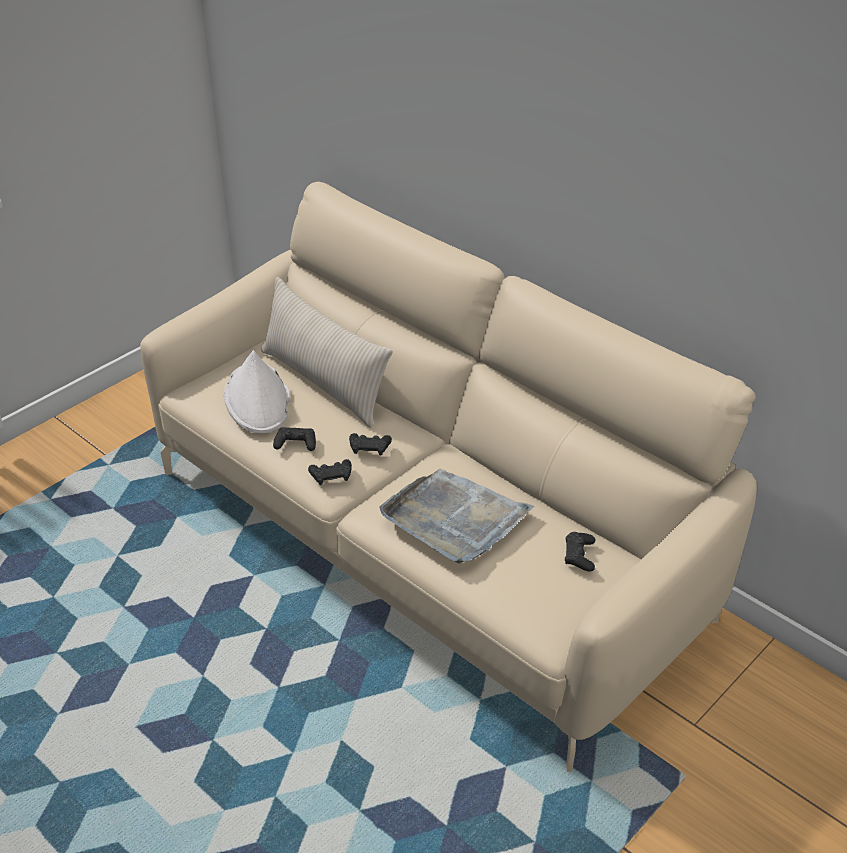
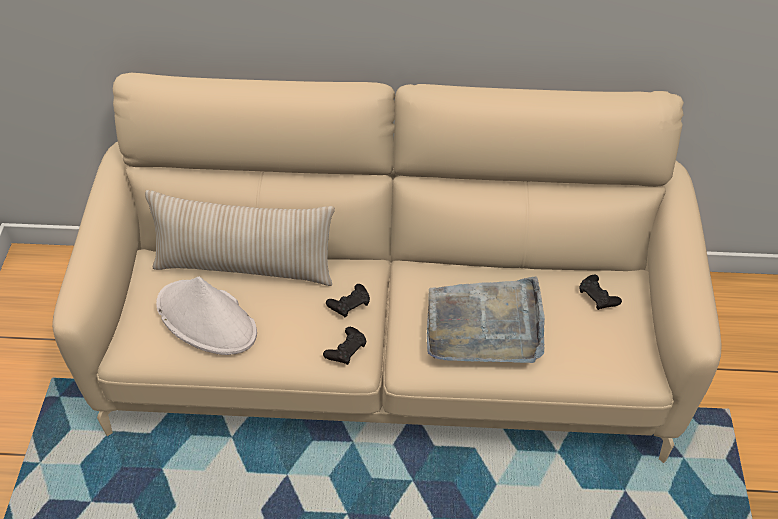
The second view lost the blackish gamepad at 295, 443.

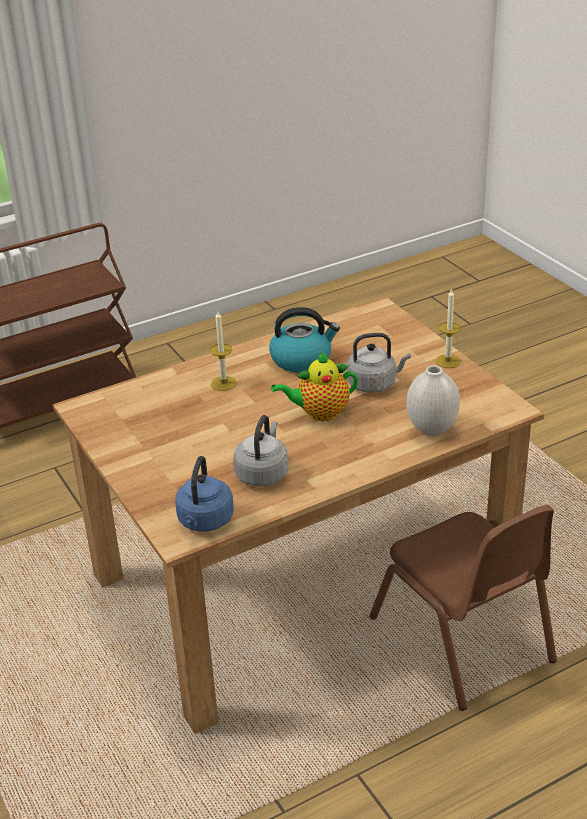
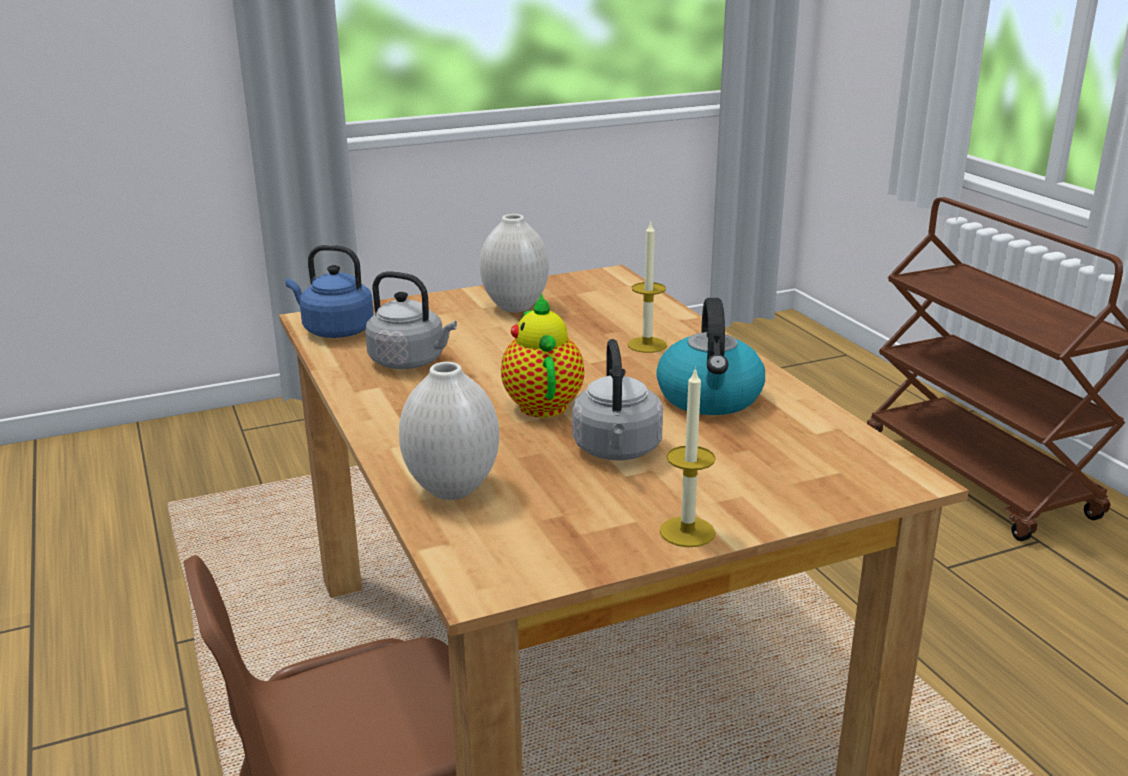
The second view gained the whitish vase at 516, 307.

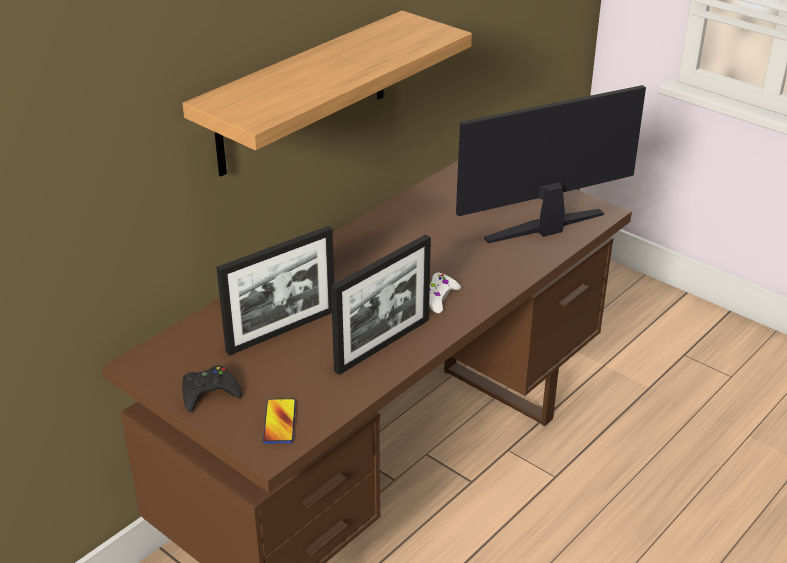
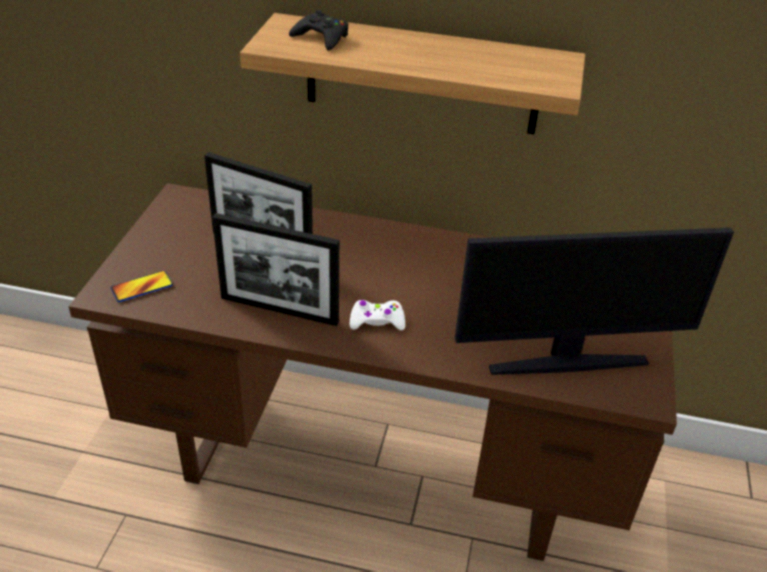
The computer display at 547, 229 ended up facing another way, 135 degrees clockwise from before.
The blackish gamepad ended up elsewhere, having gone from 209, 393 to 321, 37.

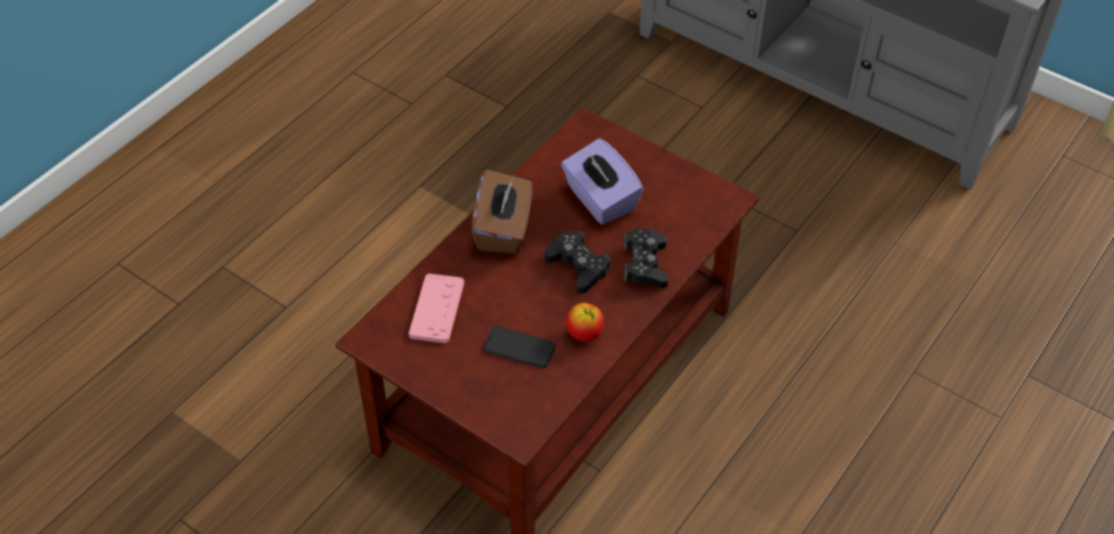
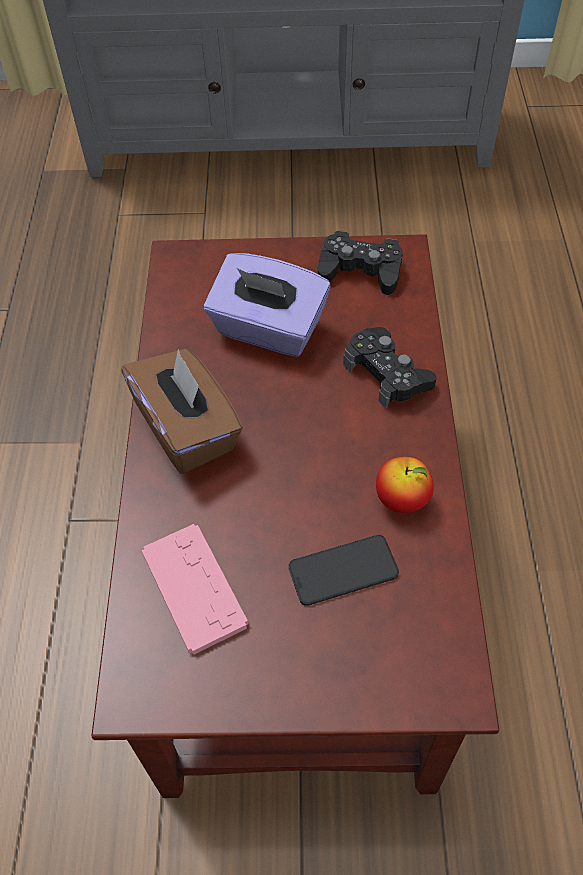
The blackish gamepad ended up elsewhere, having gone from 578, 267 to 360, 270.

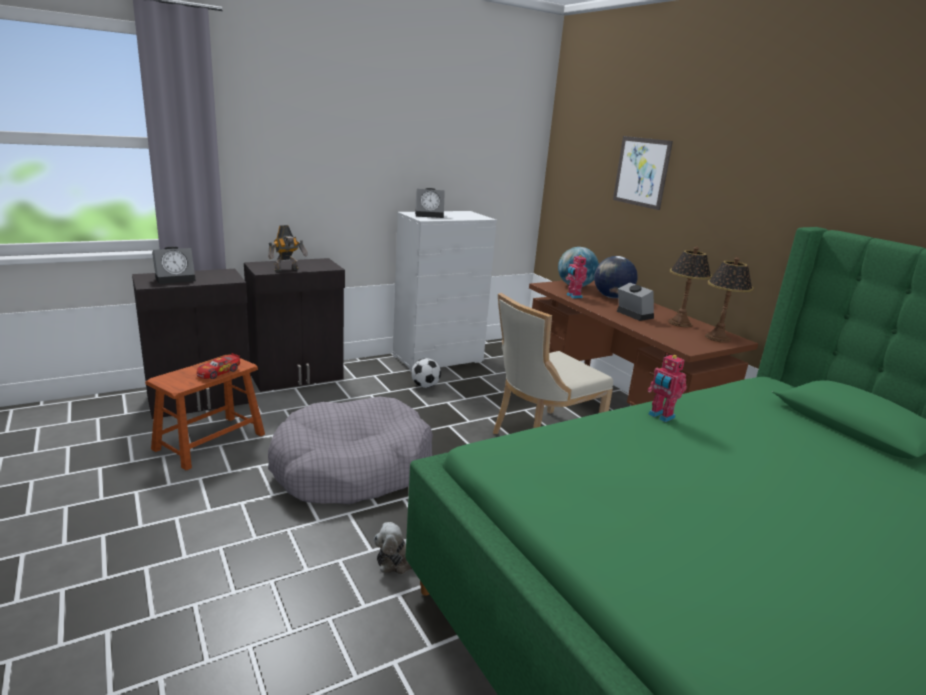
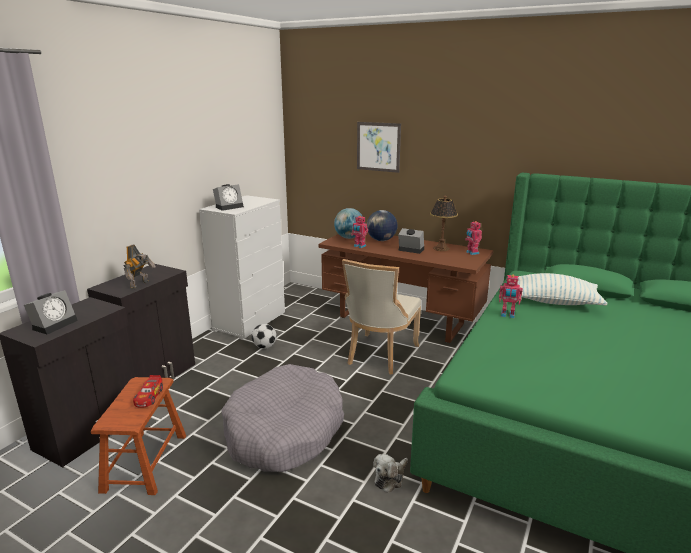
Where the lamp for a table stood at 717, 338, the model robot came to stand at 471, 253.
The second view gained the throw pillow at 553, 302.

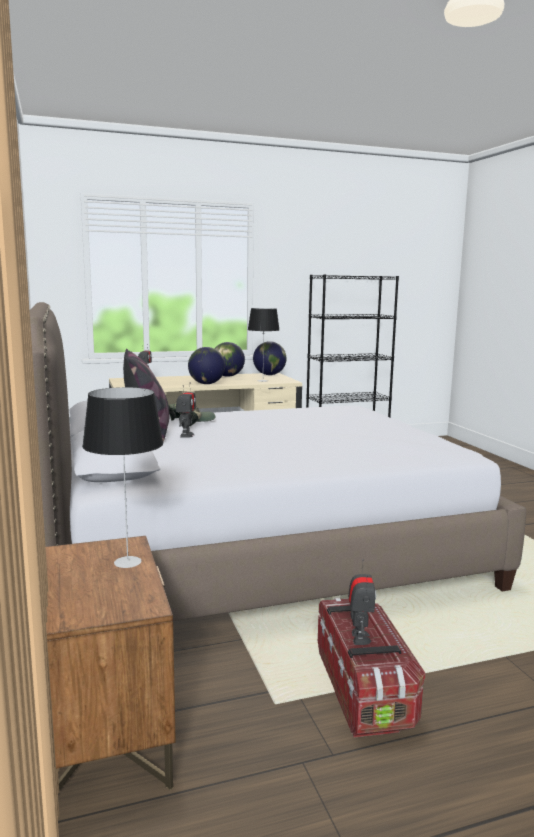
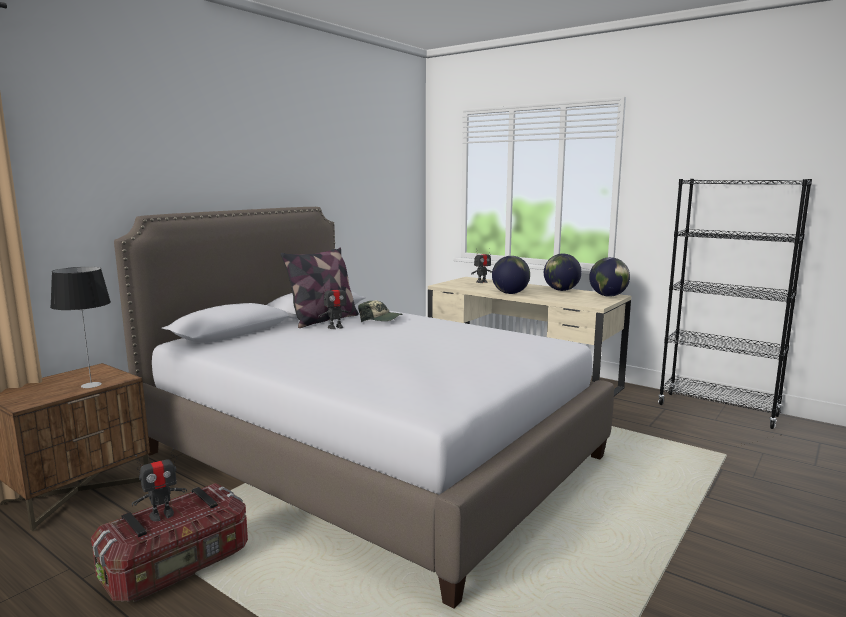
The second view lost the lamp for a table at 262, 380.

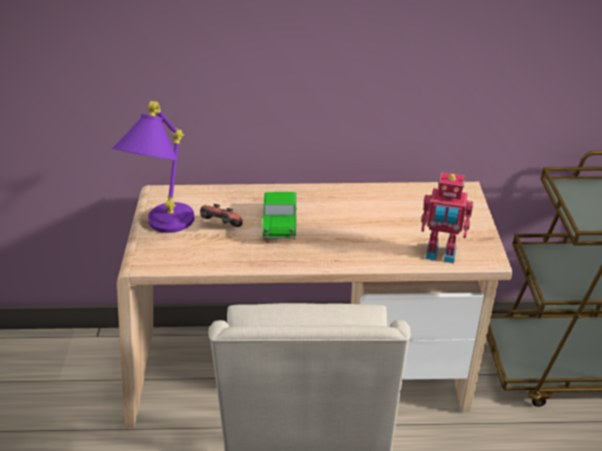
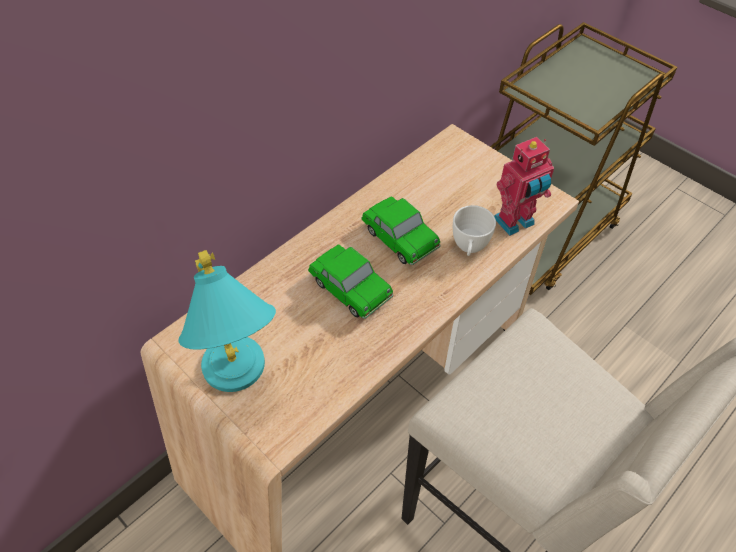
What was the purple lamp for a table at 162, 229 turned into the turquoise-coloured lamp for a table at 240, 384.
The second view lost the gamepad at 220, 226.
The second view gained the model car at 399, 239.
The second view gained the whitish cup at 469, 248.

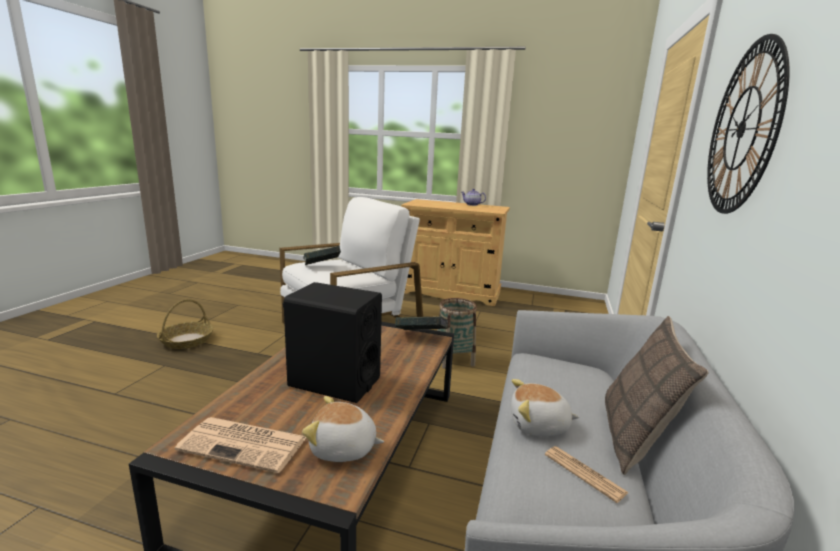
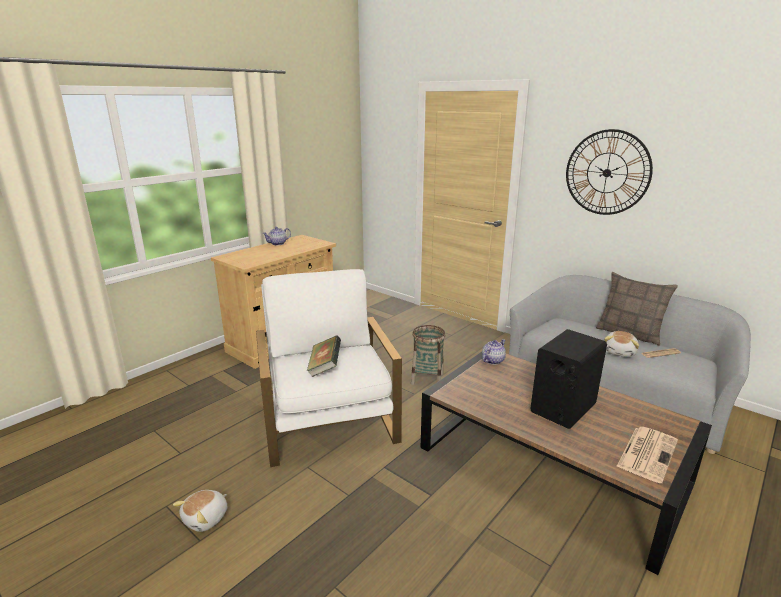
The second view lost the storage basket at 187, 340.
Where the book stood at 421, 337, the tea pot came to stand at 492, 360.
The plush toy ended up elsewhere, having gone from 343, 449 to 206, 518.

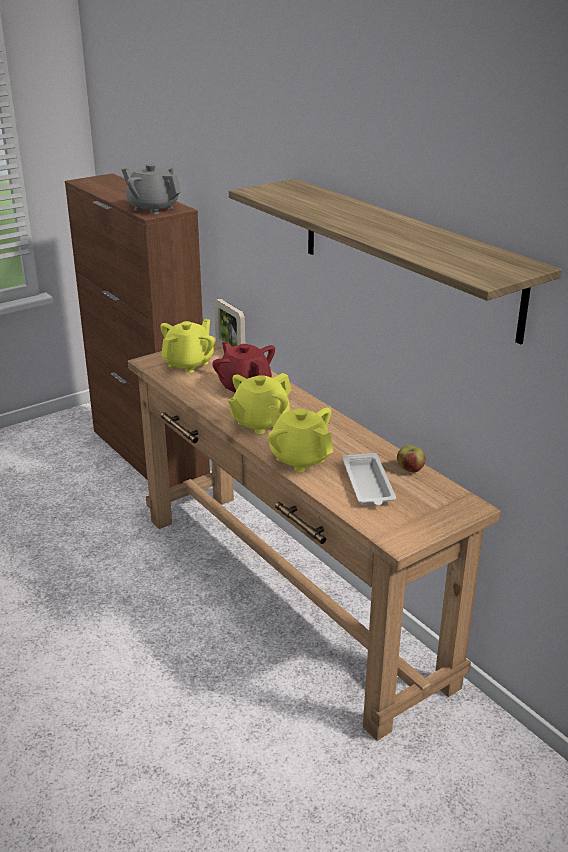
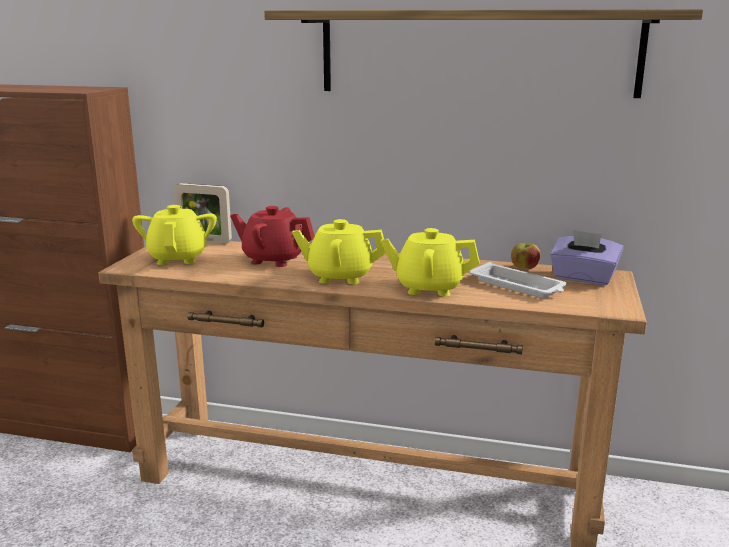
The second view lost the grey tea pot at 153, 208.
The yellowish tea pot at 259, 423 ended up facing another way, 90 degrees clockwise from before.
The second view gained the purple box of tissues at 583, 278.

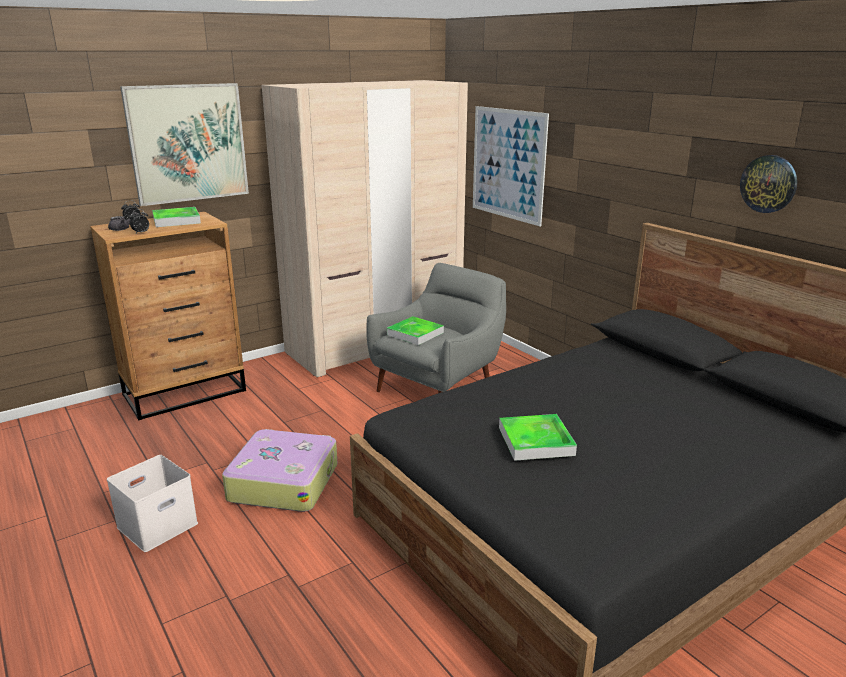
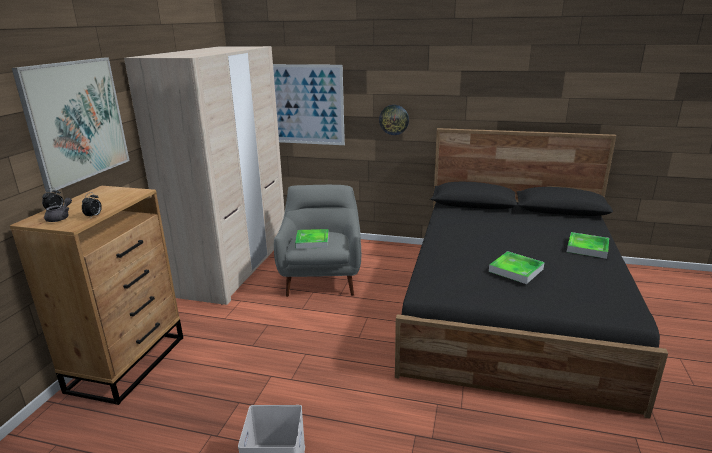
The hanging clock ended up elsewhere, having gone from 768, 184 to 394, 119.
The serving tray ended up elsewhere, having gone from 176, 220 to 587, 248.
The second view lost the piece of luggage at 283, 482.

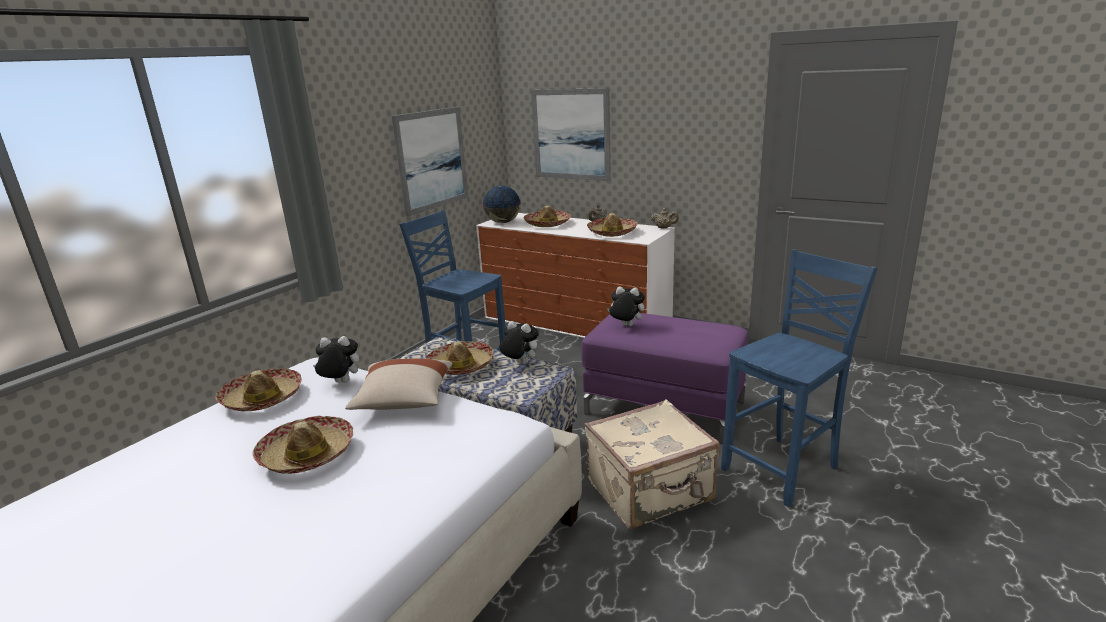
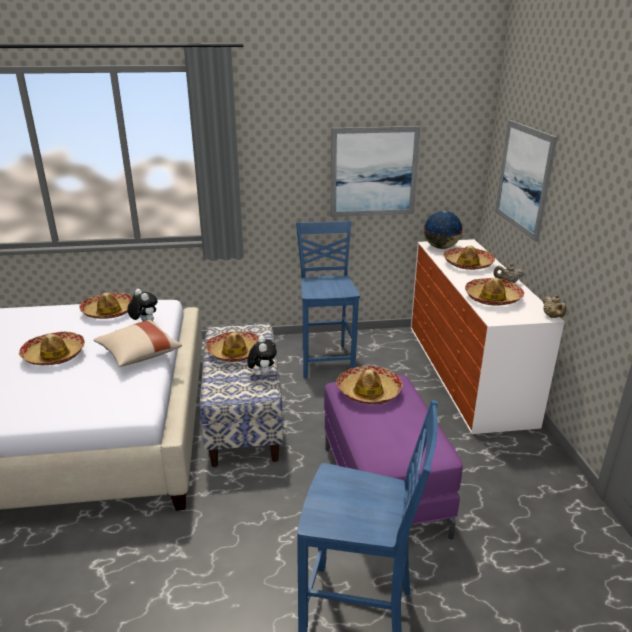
Where the plush toy stood at 626, 326, the clothing hat came to stand at 369, 392.
The second view lost the sand-coloured piece of luggage at 651, 492.

